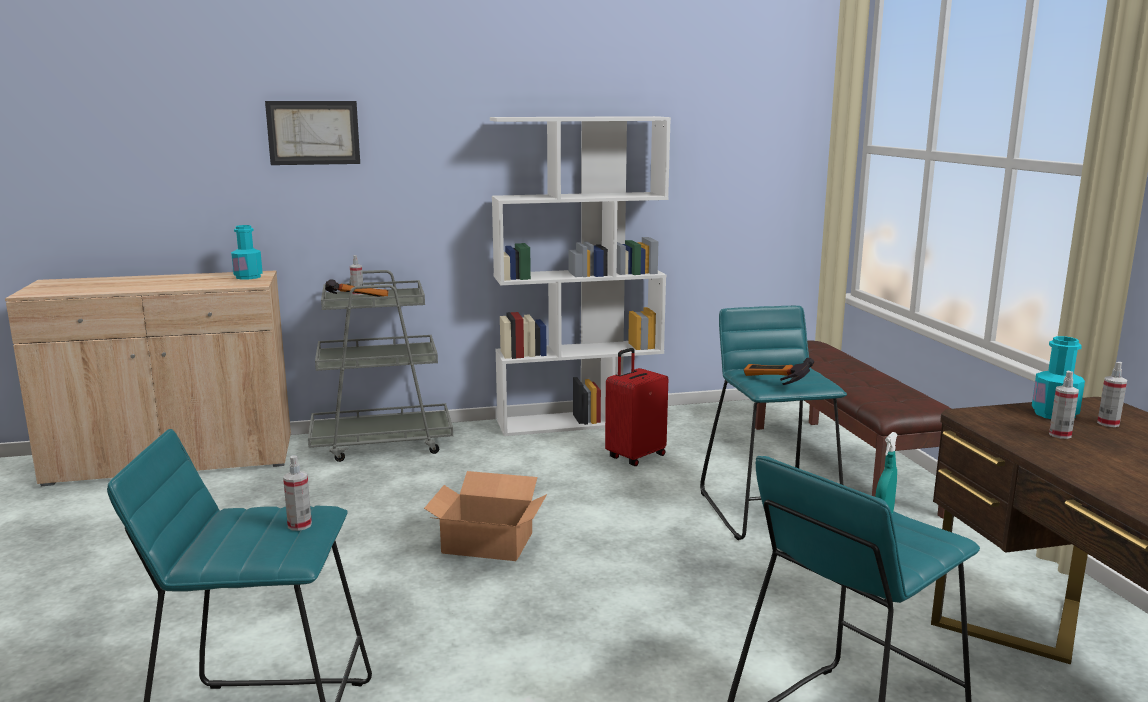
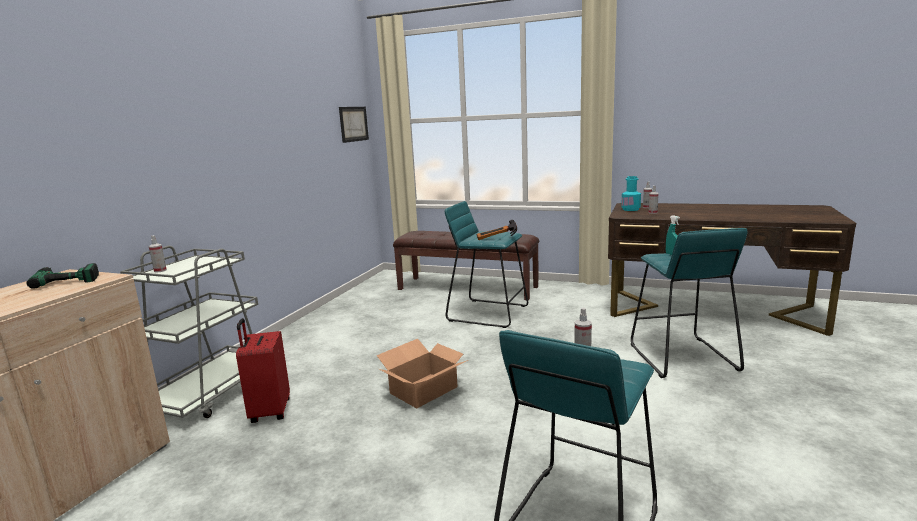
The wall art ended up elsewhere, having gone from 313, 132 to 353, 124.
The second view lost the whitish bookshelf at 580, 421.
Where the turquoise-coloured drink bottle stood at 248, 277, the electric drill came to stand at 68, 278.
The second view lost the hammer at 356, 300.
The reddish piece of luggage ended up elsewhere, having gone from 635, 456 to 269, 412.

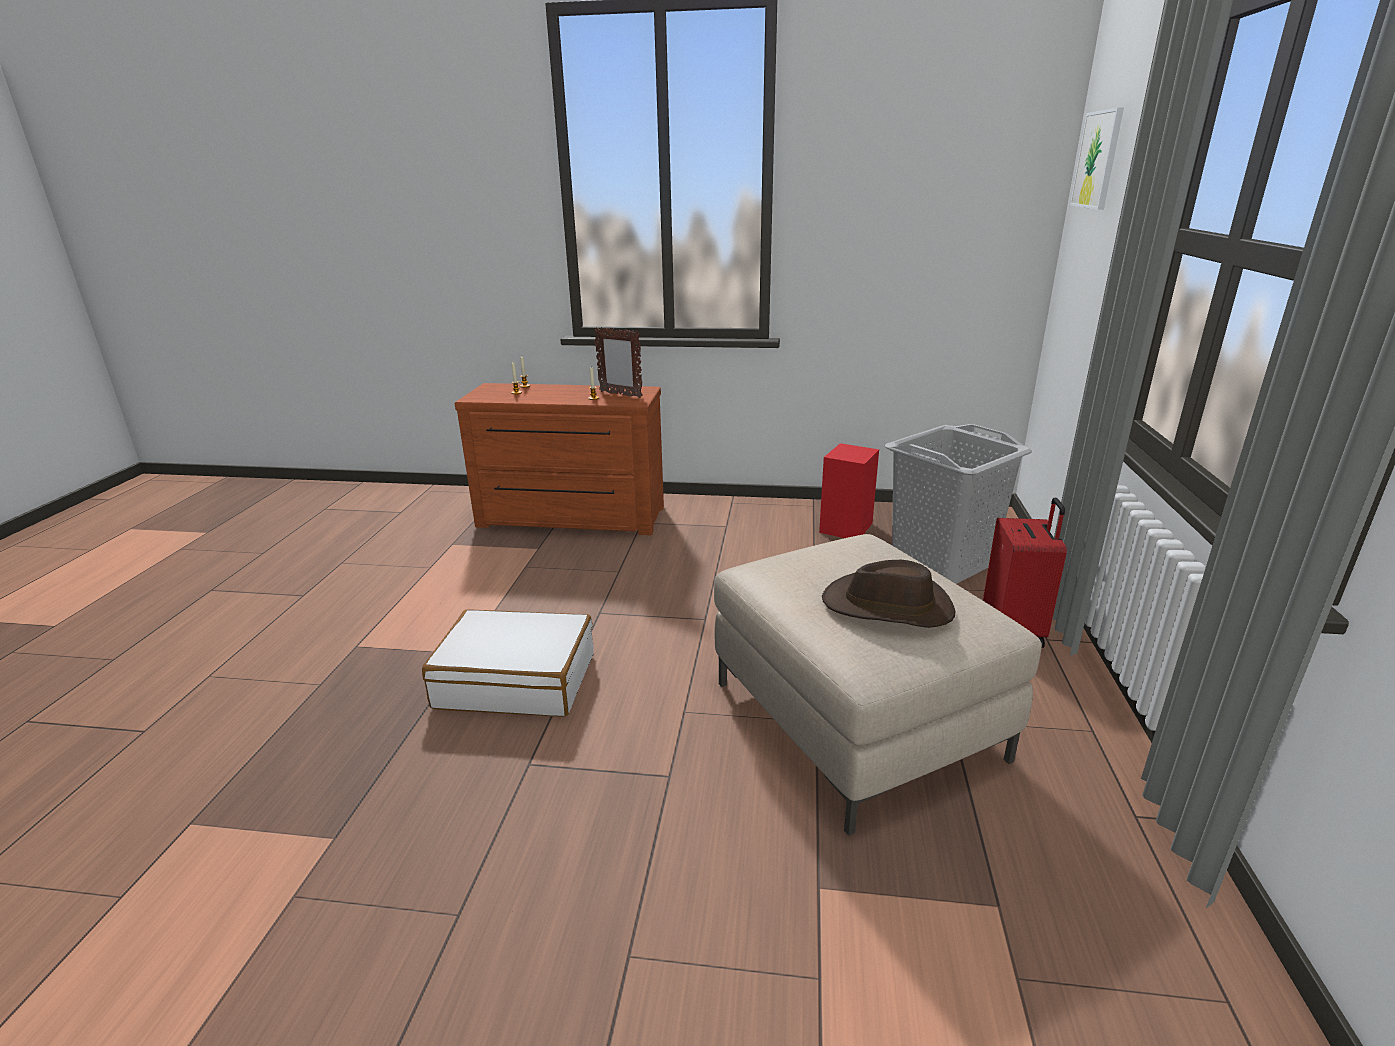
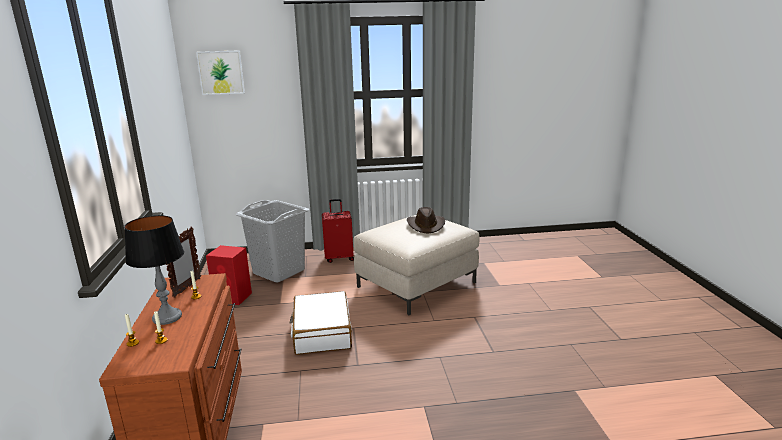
The whitish piece of luggage ended up elsewhere, having gone from 516, 680 to 321, 332.
The second view gained the lamp for a table at 167, 317.

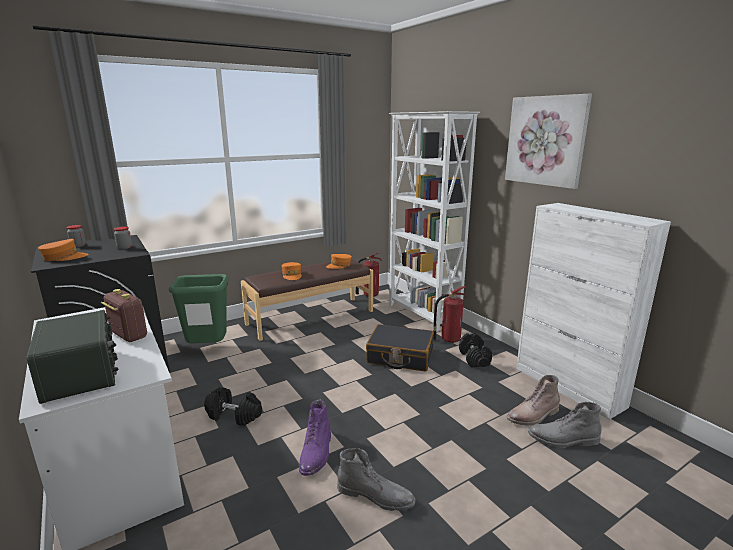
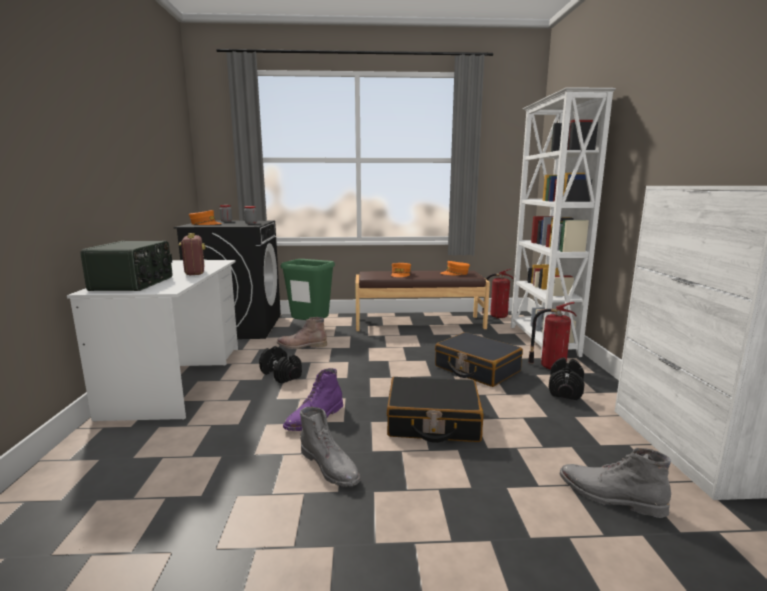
The second view lost the wall art at 546, 141.
The brown high-top boot ended up elsewhere, having gone from 533, 416 to 301, 346.
The second view gained the blackish piece of luggage at 433, 422.

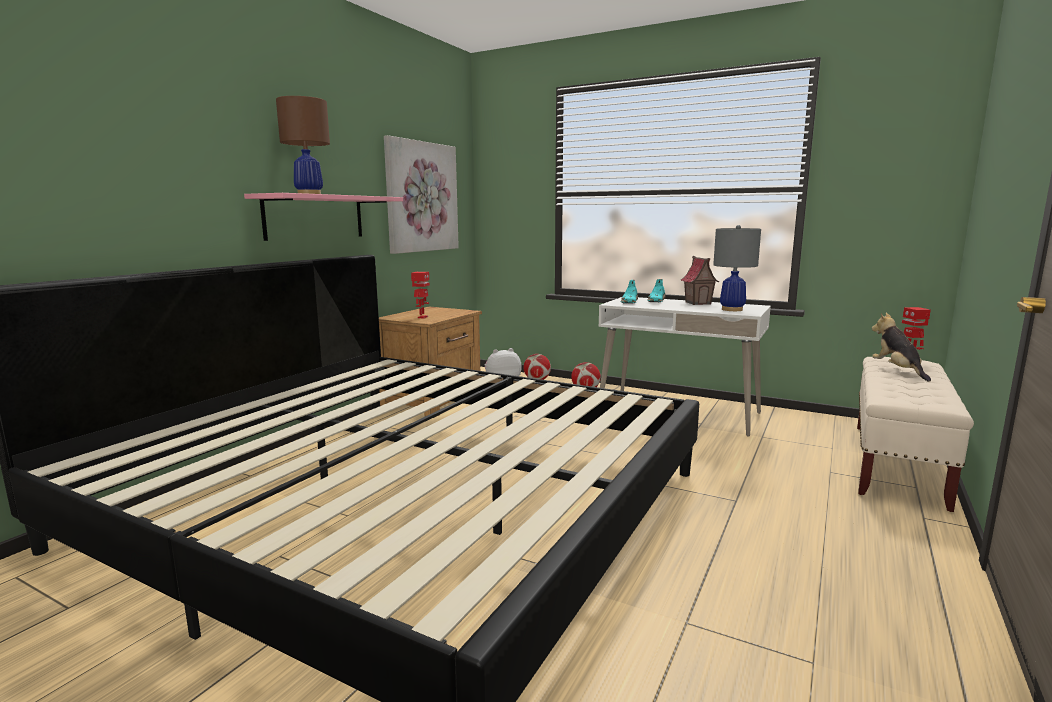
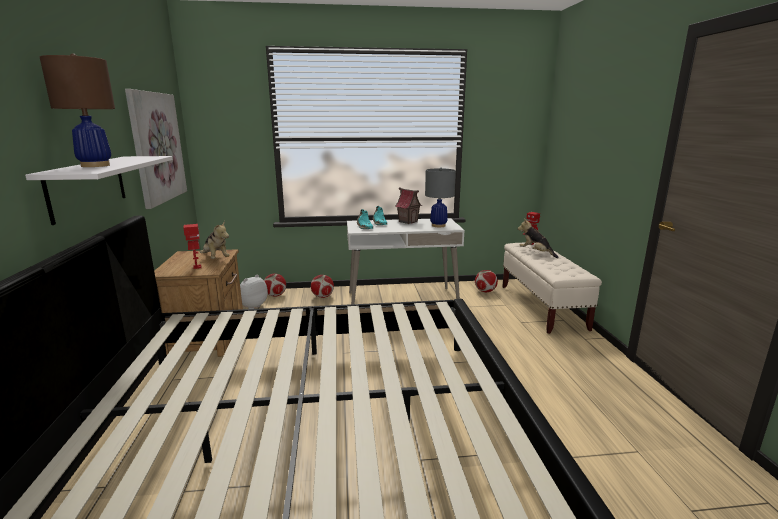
What was the pinkish shelf at 315, 217 turned into the whitish shelf at 88, 186.
The second view gained the plush toy at 215, 258.
The second view gained the football at 485, 291.

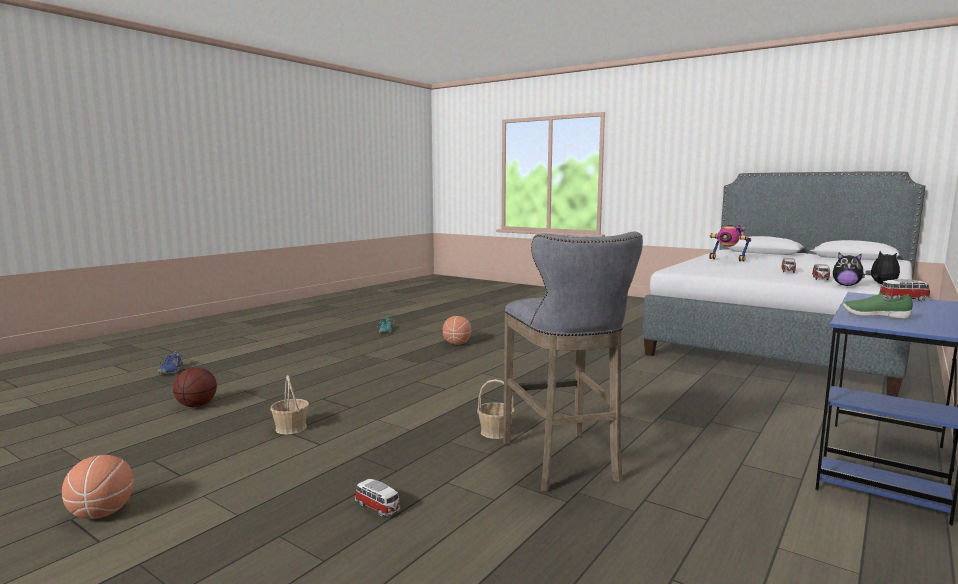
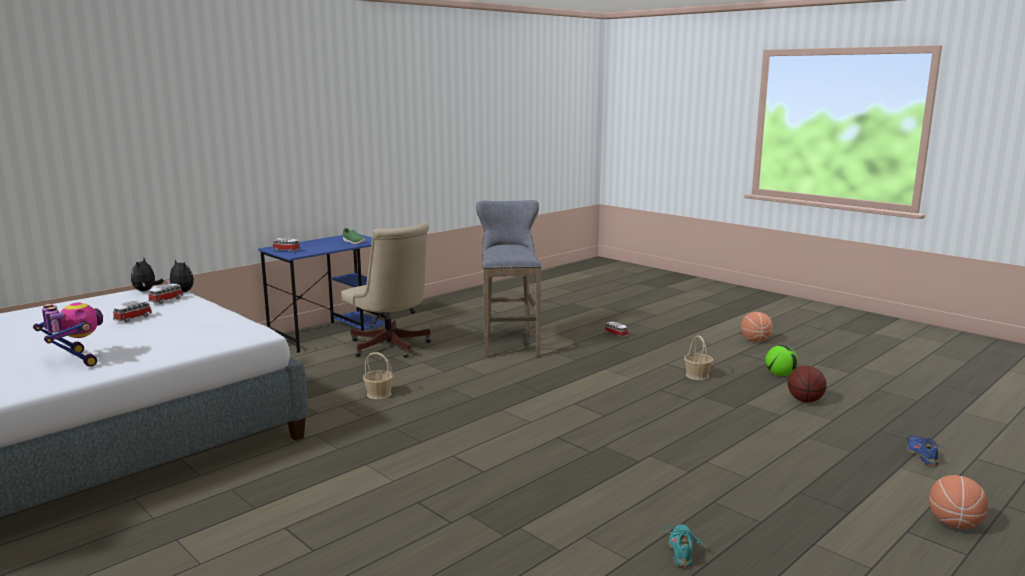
The basketball ball ended up elsewhere, having gone from 457, 343 to 954, 524.
The storage basket ended up elsewhere, having gone from 495, 432 to 379, 394.
The second view gained the sand-coloured office chair at 391, 347.
The second view gained the football at 780, 375.

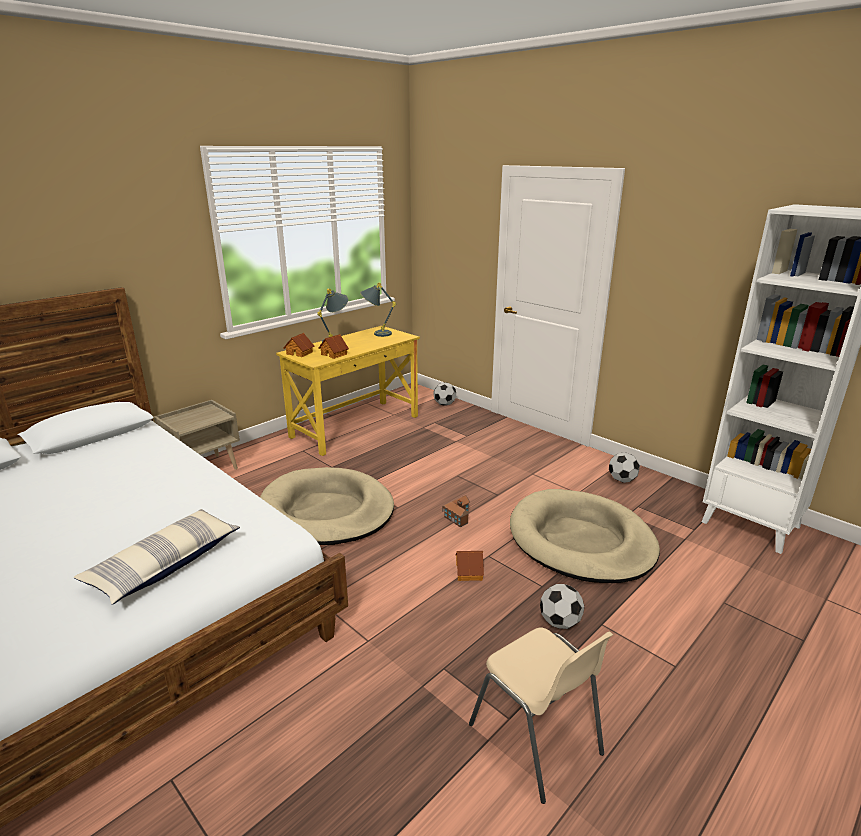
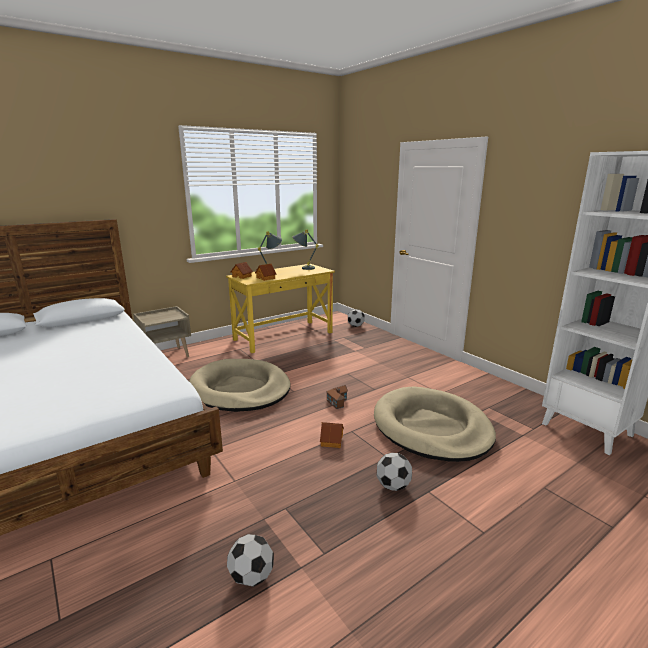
The football ended up elsewhere, having gone from 622, 480 to 251, 577.
The second view lost the throw pillow at 165, 564.
The second view lost the sand-coloured chair at 536, 739.

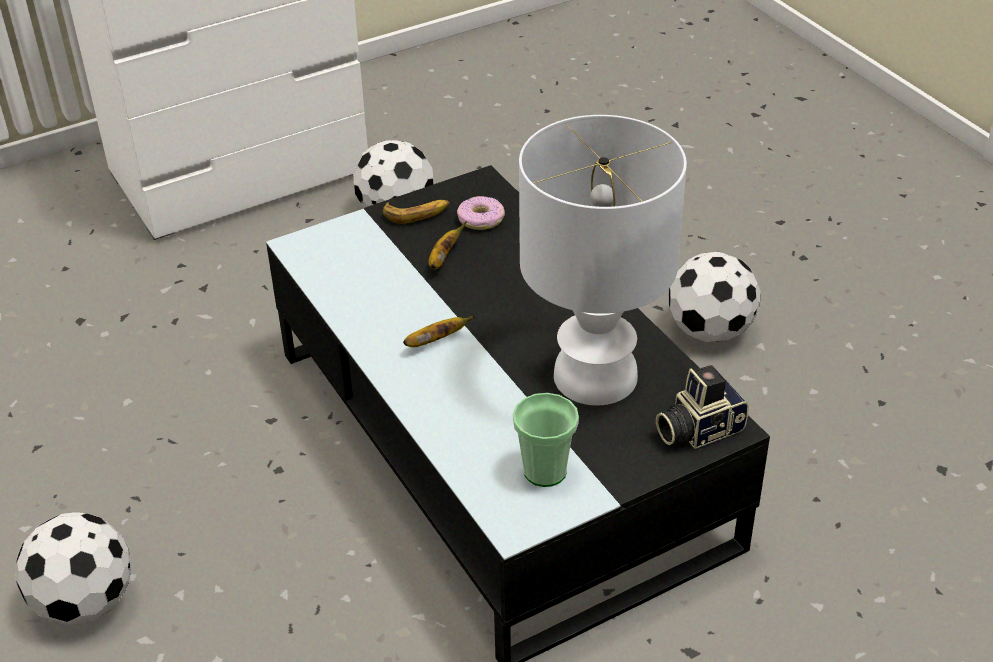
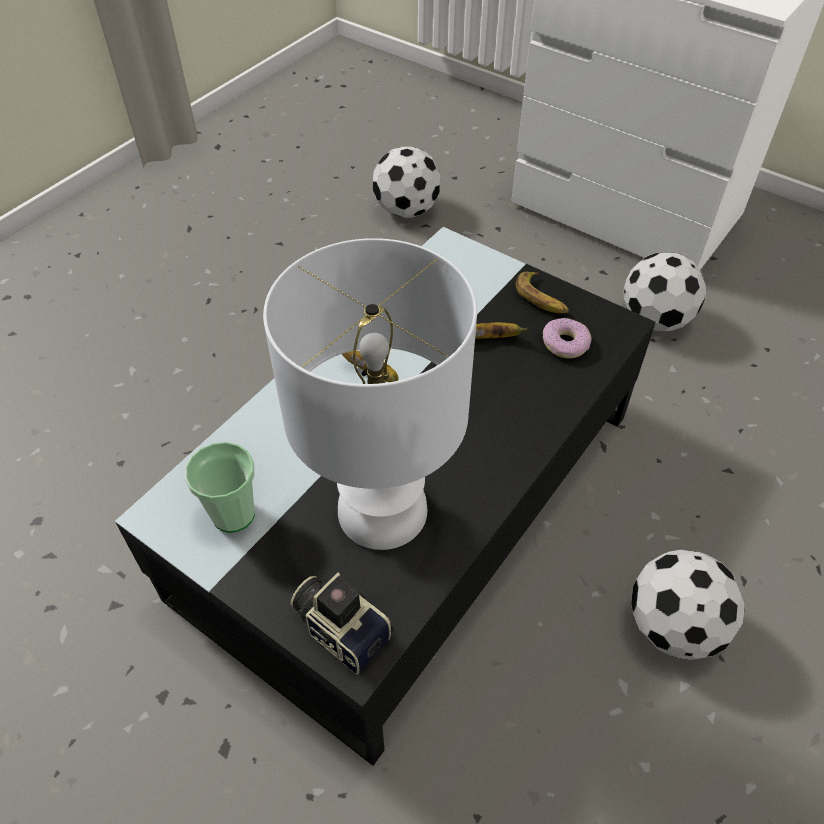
The football ended up elsewhere, having gone from 86, 601 to 407, 210.

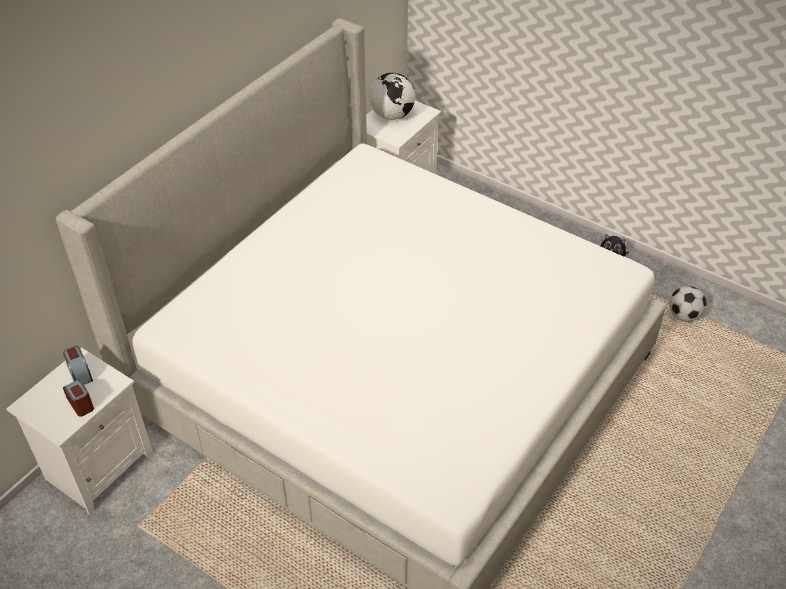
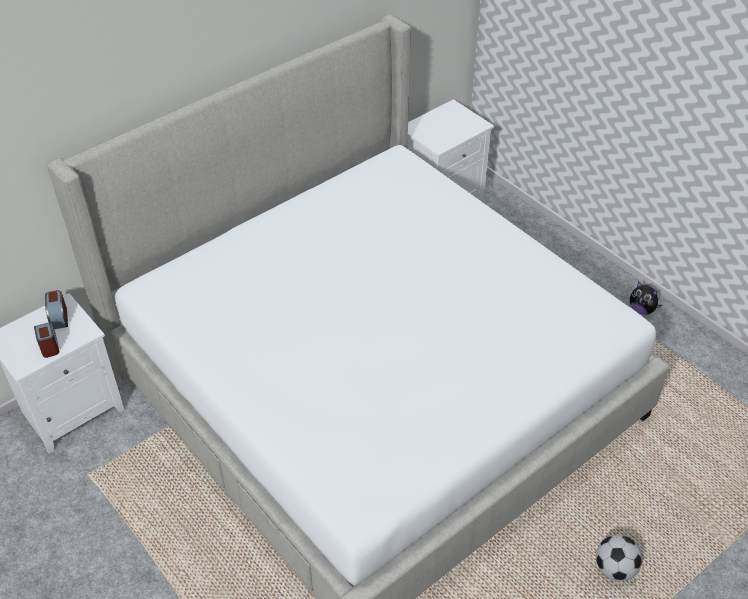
The second view lost the desk globe at 392, 115.
The football ended up elsewhere, having gone from 684, 315 to 615, 569.

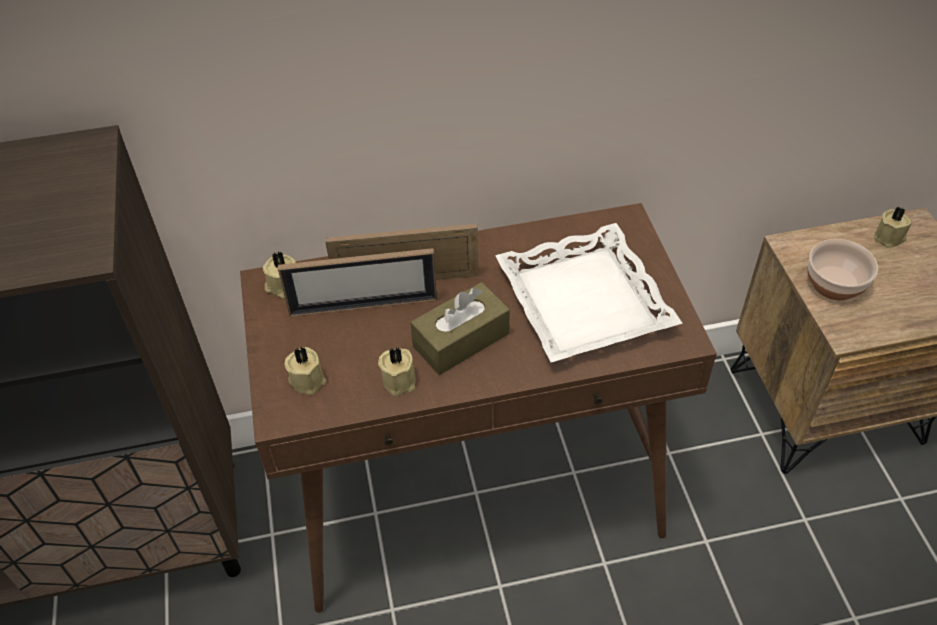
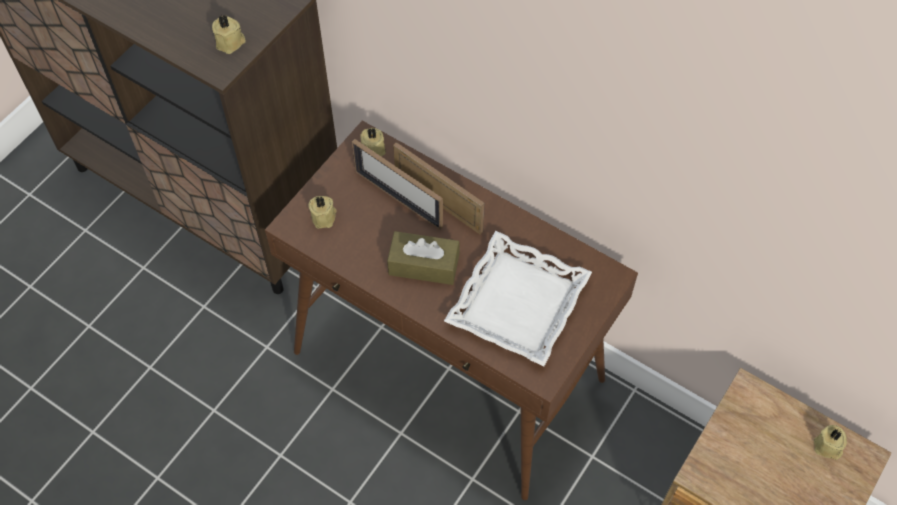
The second view lost the bowl at 833, 284.
The sand-coloured wax light ended up elsewhere, having gone from 400, 379 to 230, 43.

